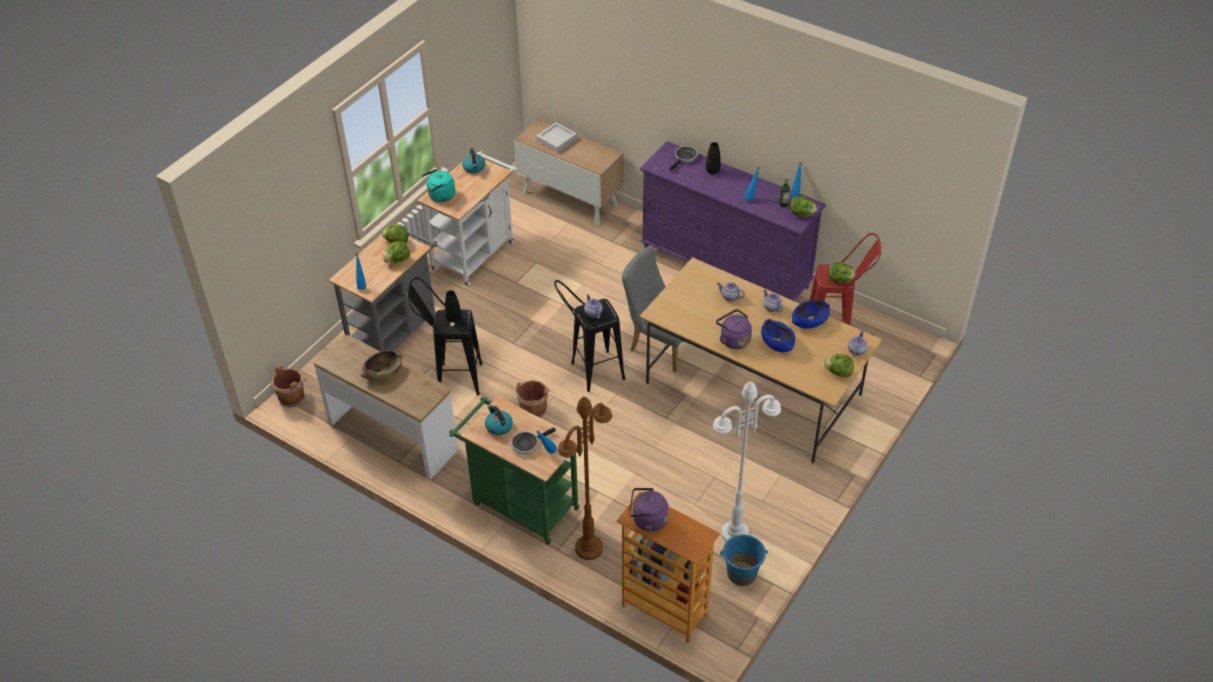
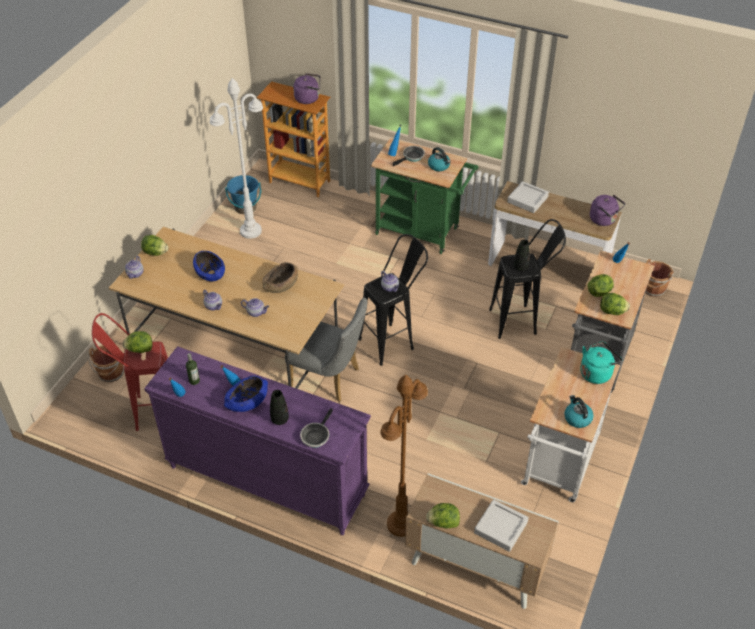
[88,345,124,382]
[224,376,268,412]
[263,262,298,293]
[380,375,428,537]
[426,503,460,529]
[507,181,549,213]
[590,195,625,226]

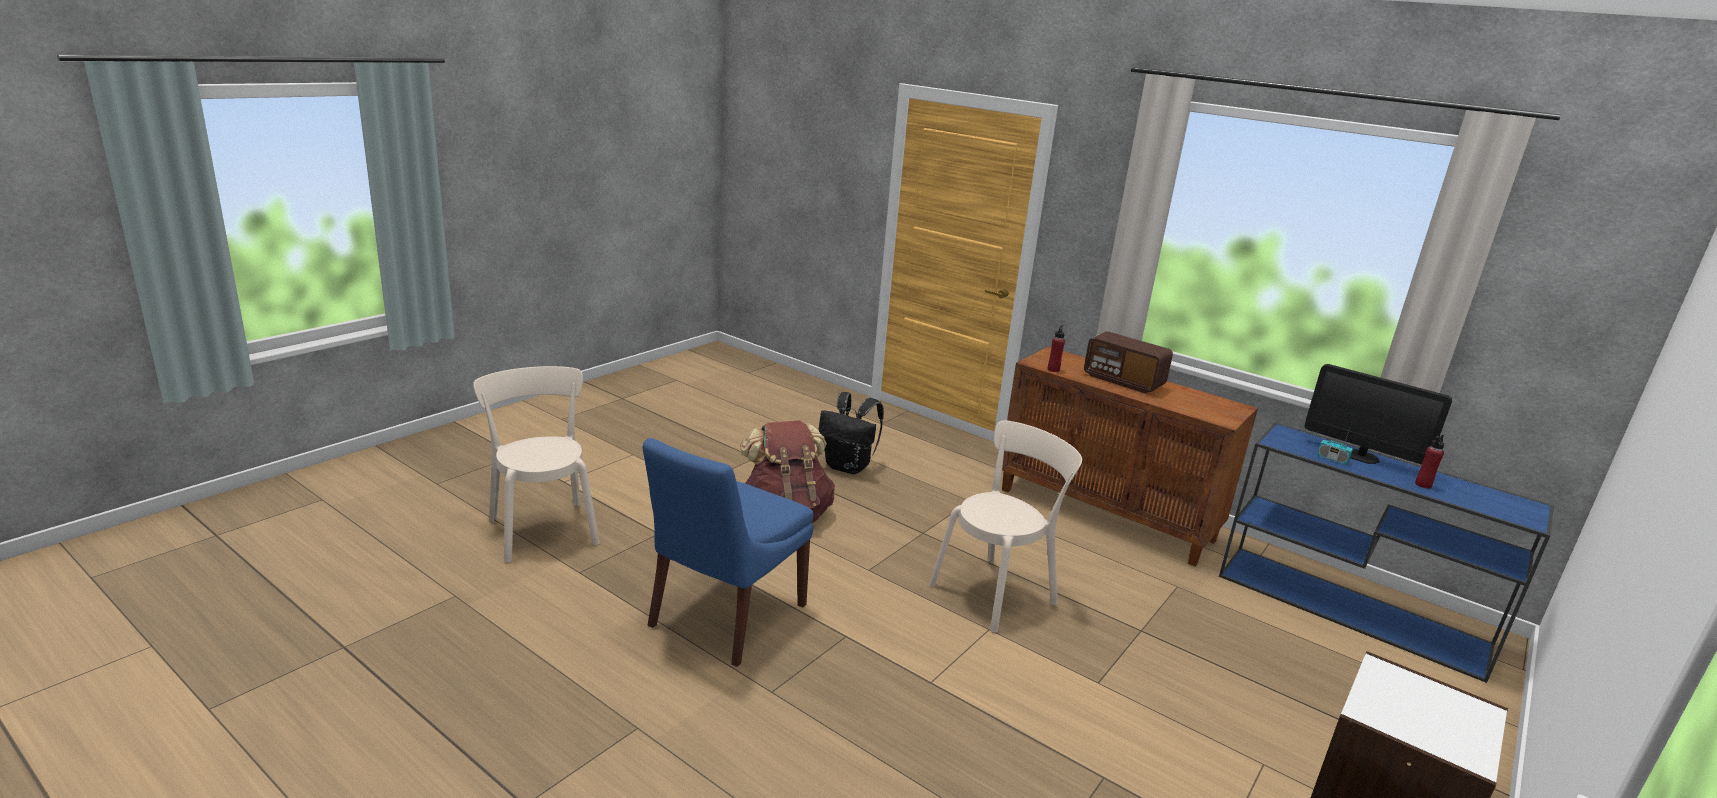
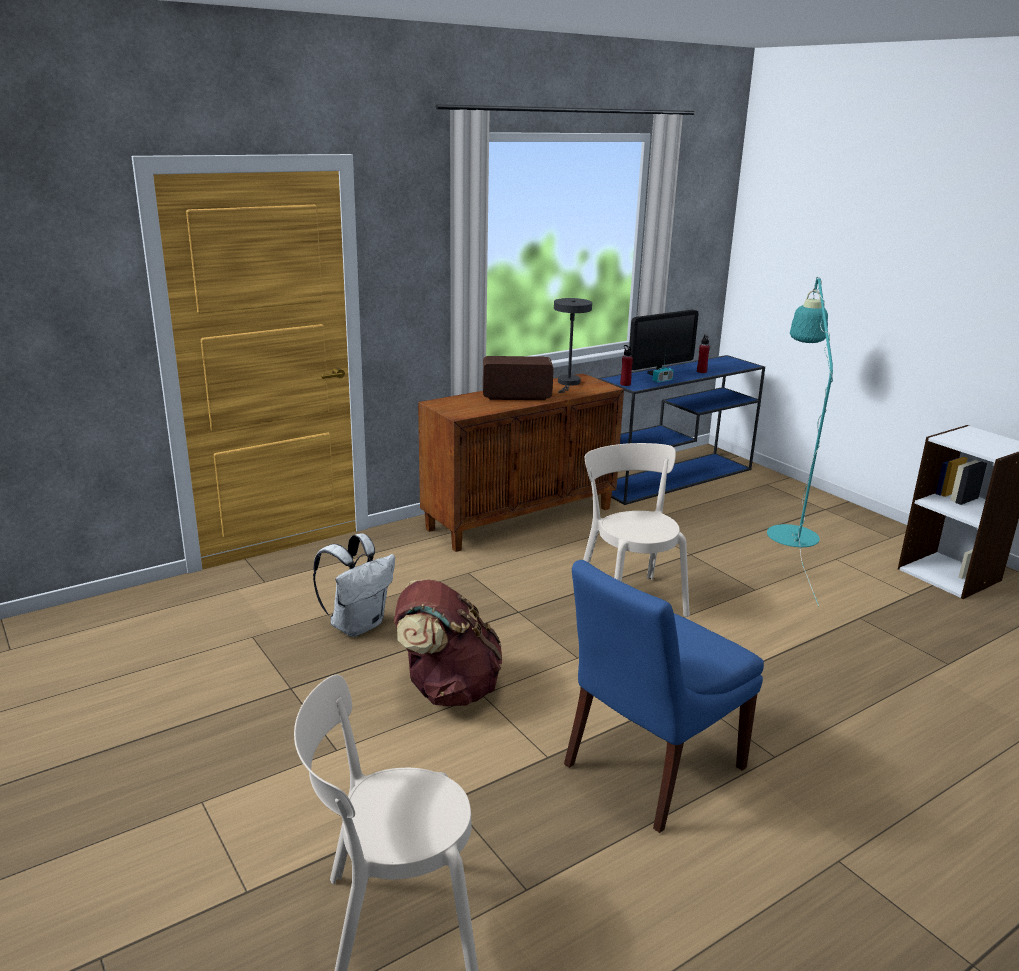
[313,533,395,637]
[483,356,554,400]
[554,298,592,393]
[564,560,764,833]
[620,345,633,386]
[767,277,833,607]

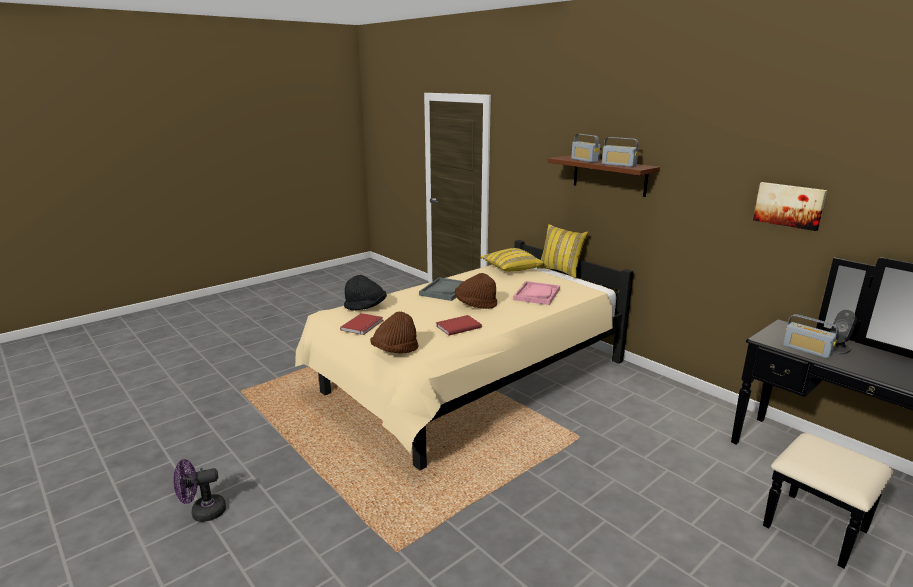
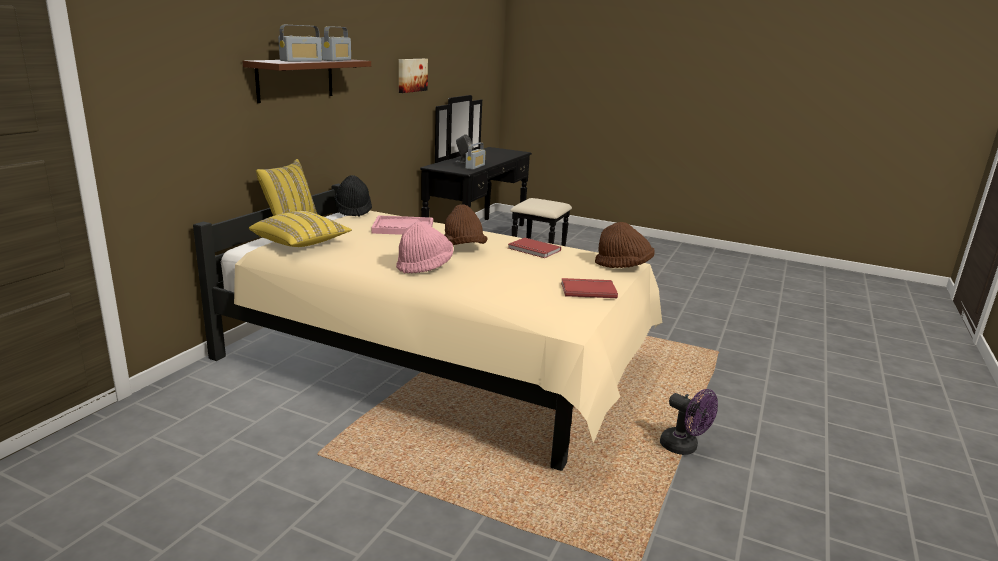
[335,175,372,217]
[396,222,453,274]
[660,389,718,455]

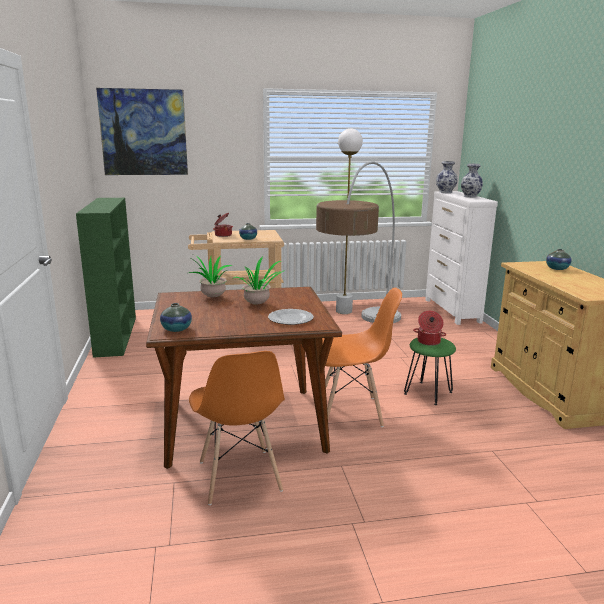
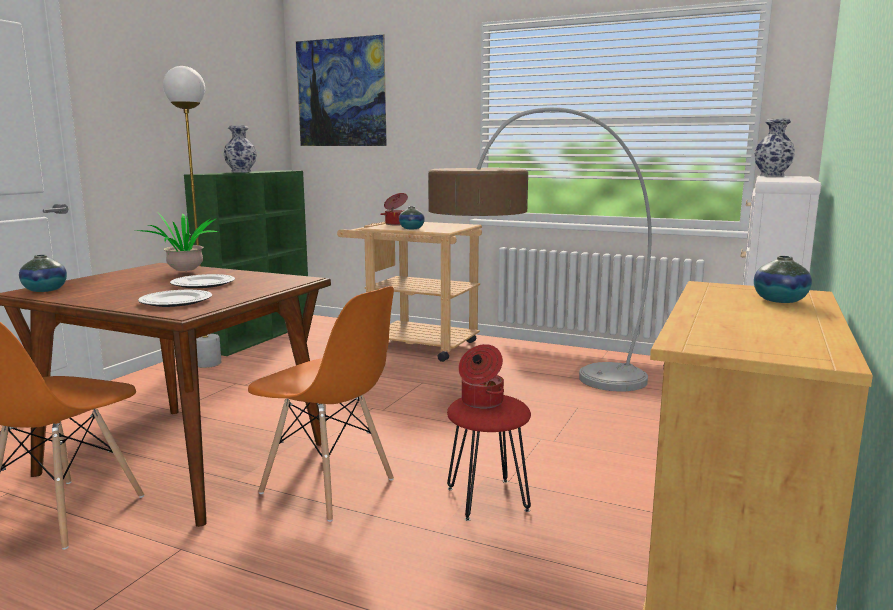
[163,66,221,368]
[170,274,235,288]
[224,125,257,173]
[447,395,531,521]

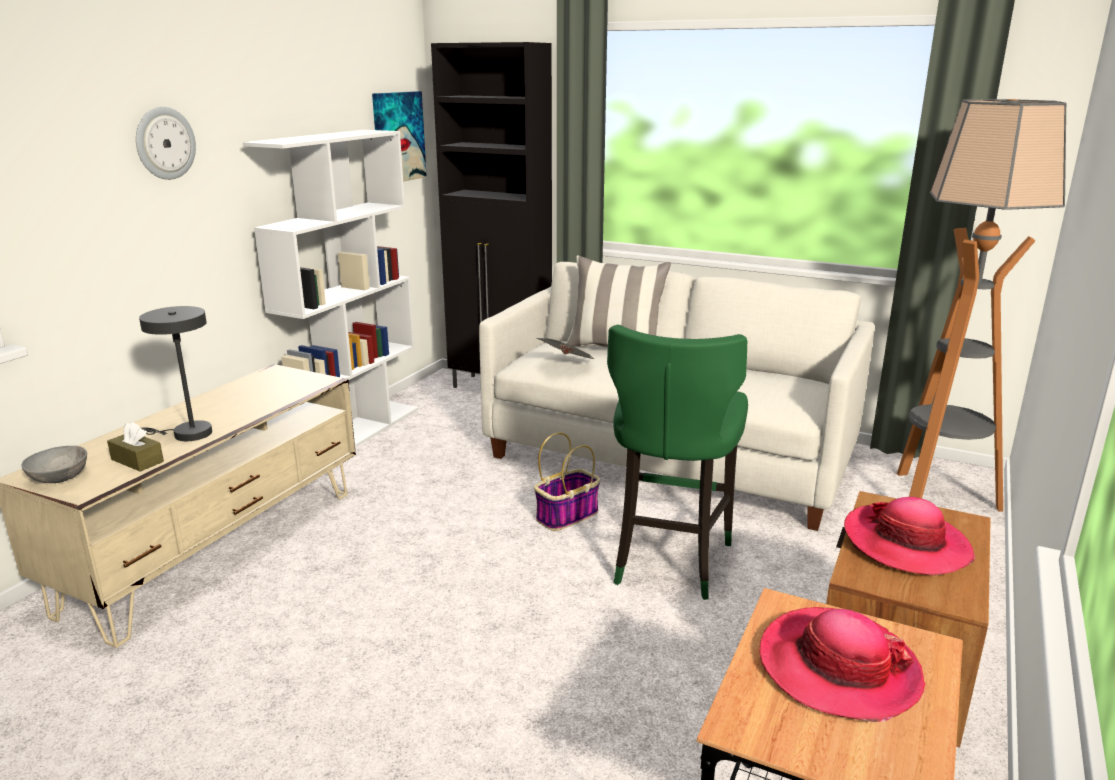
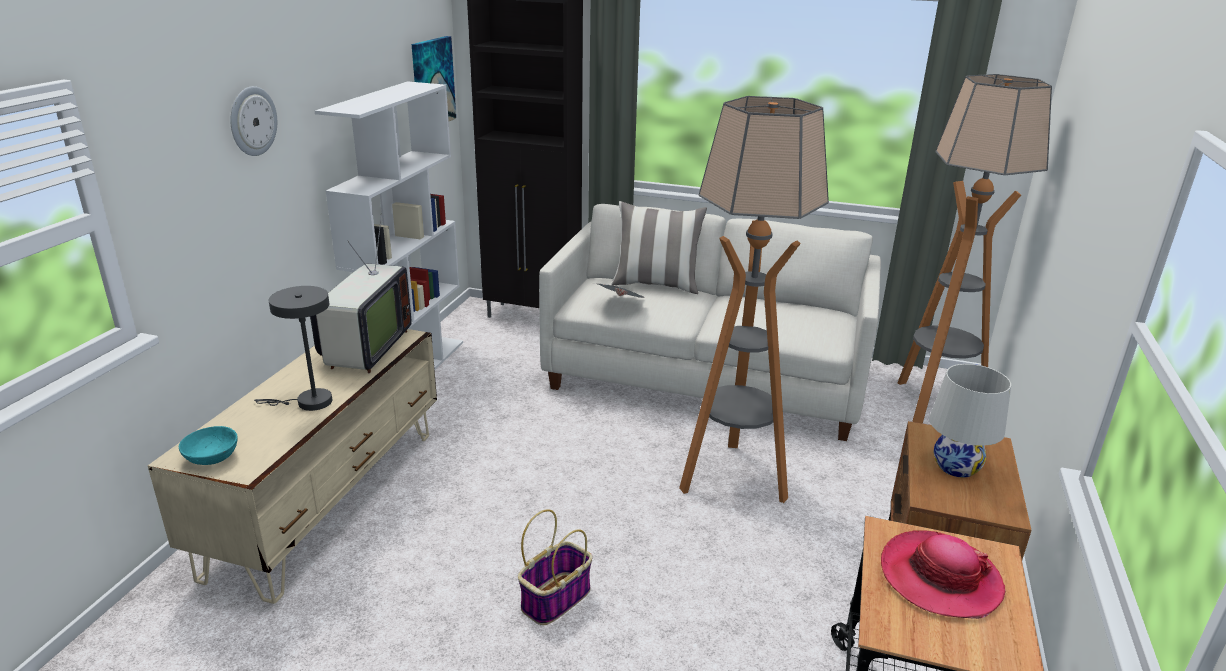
[179,426,238,465]
[310,214,412,373]
[518,509,592,625]
[679,96,829,503]
[929,364,1011,478]
[107,422,164,472] (first image)

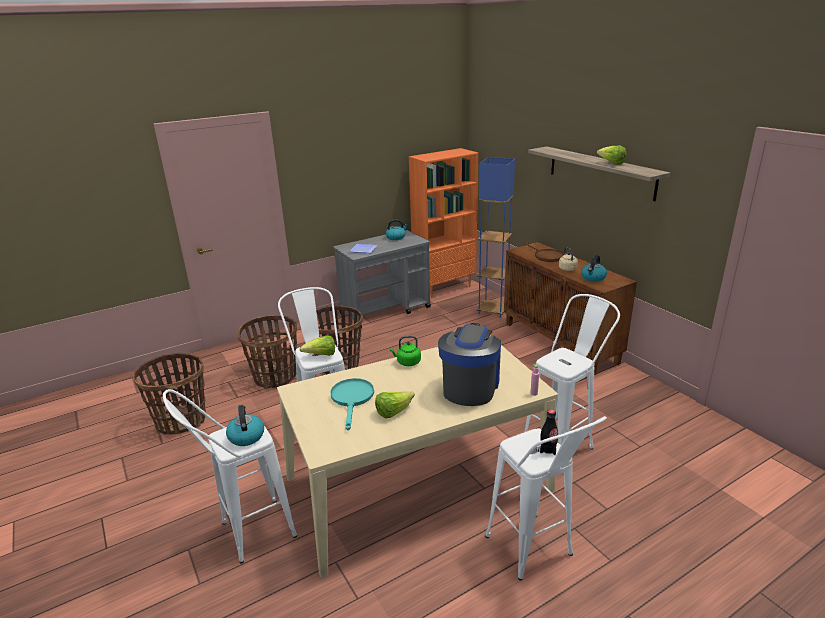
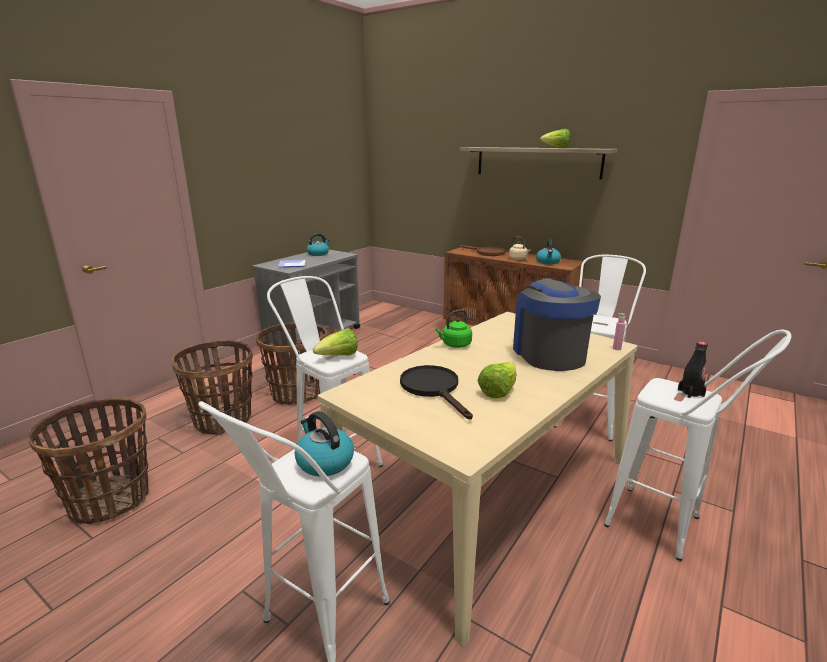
[400,365,473,419]
[409,148,478,298] (first image)
[477,157,515,318] (first image)

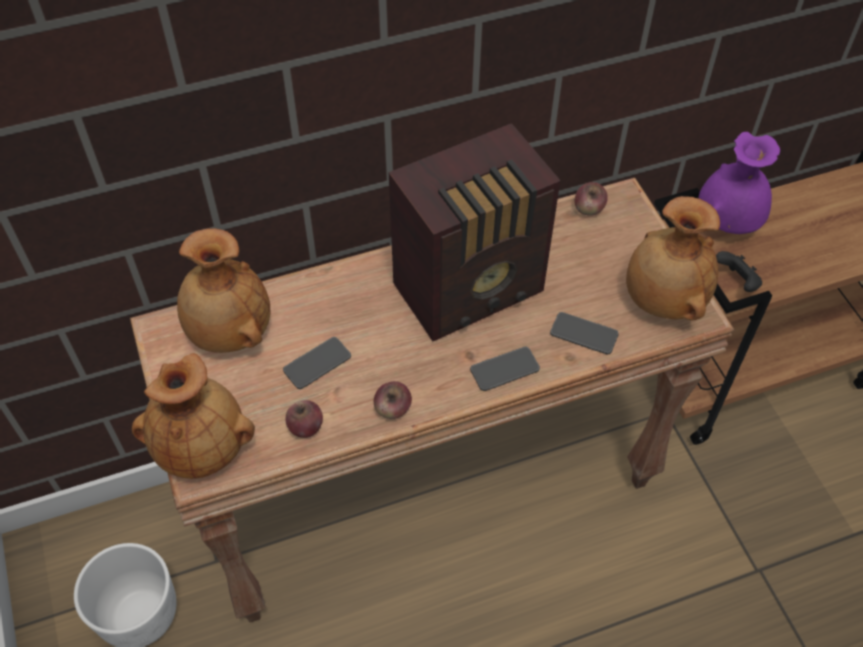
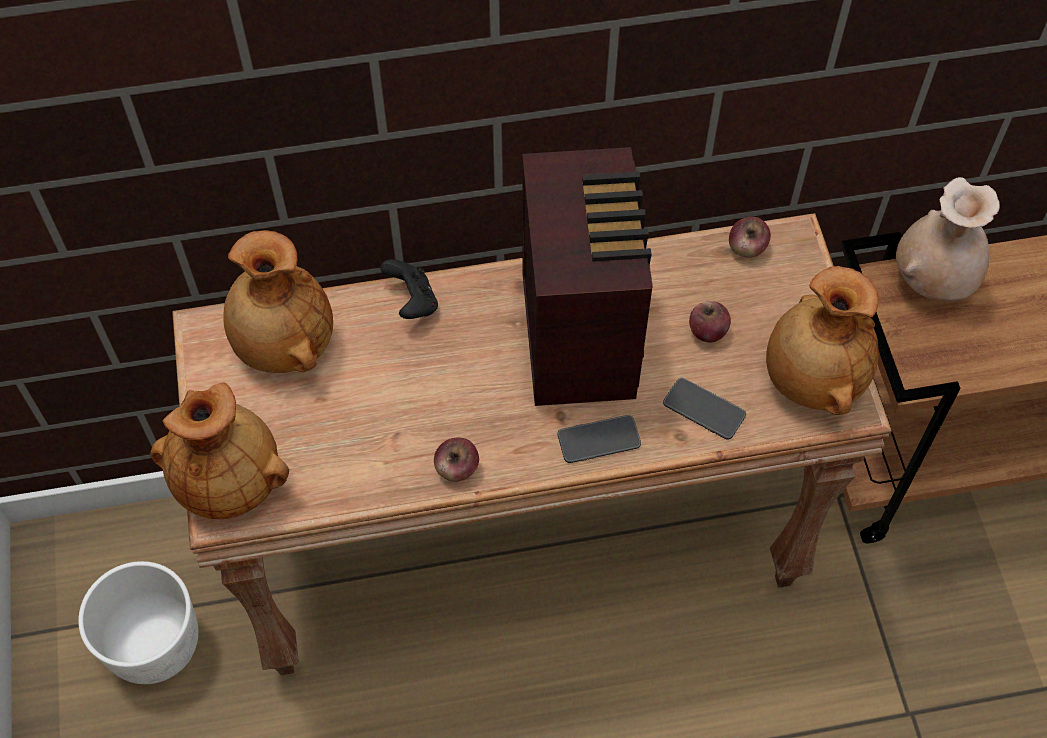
[380,259,438,319]
[522,147,653,406]
[689,301,731,342]
[896,177,1000,301]
[283,337,351,389] (first image)

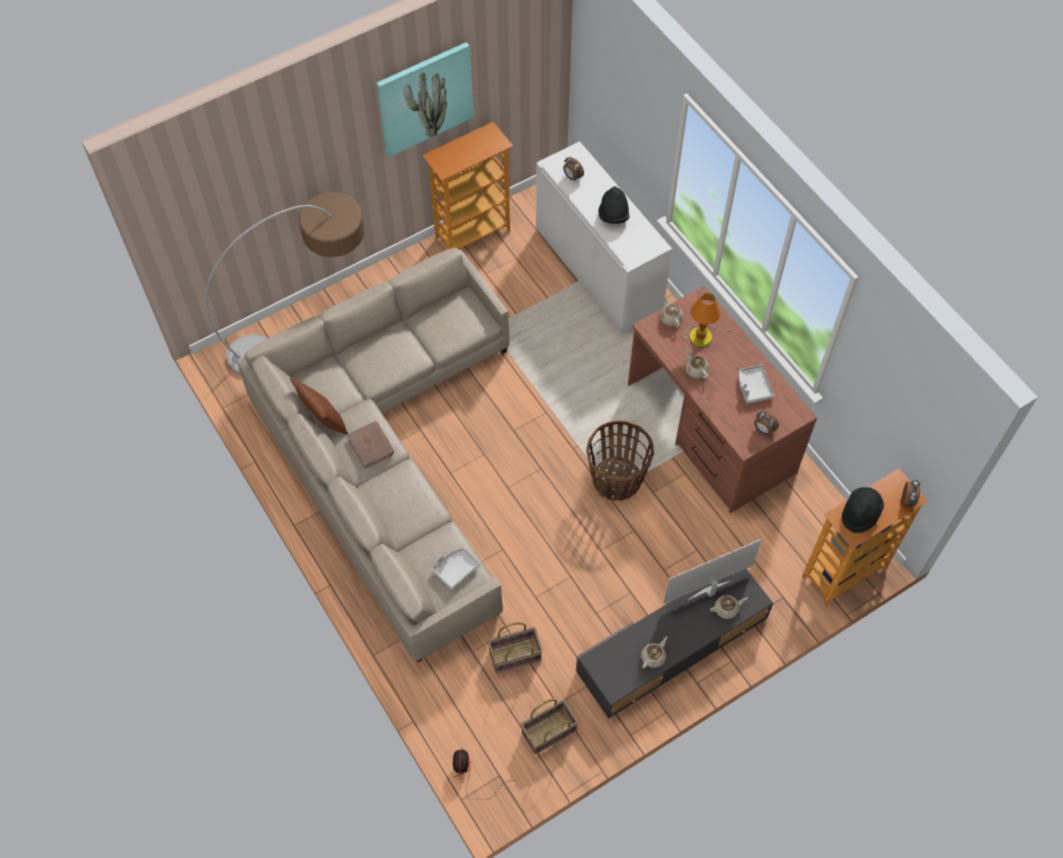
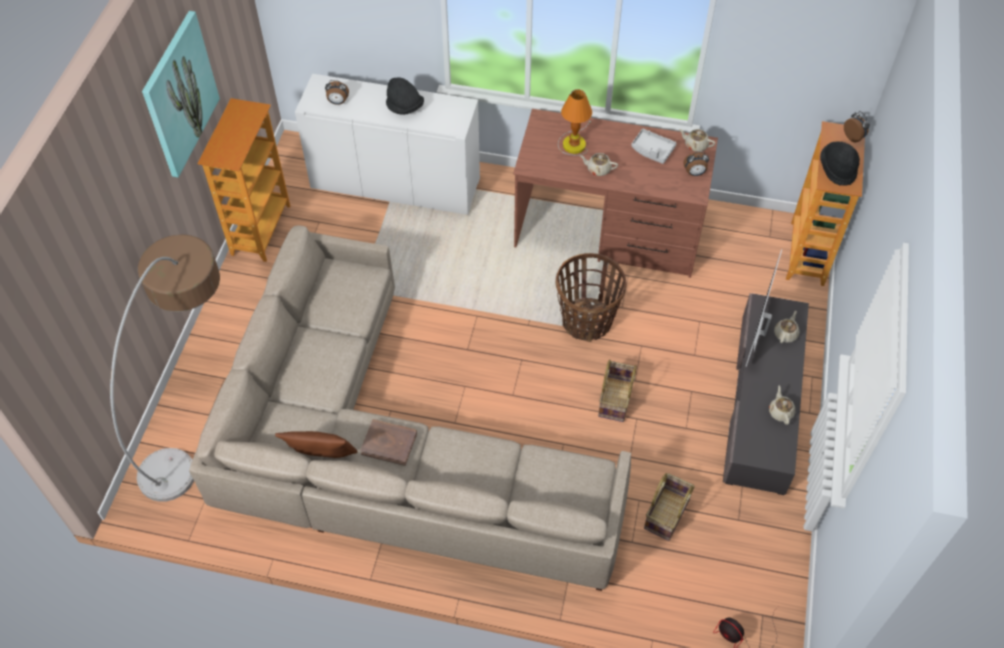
[598,359,637,422]
[679,129,715,152]
[431,548,480,590] (first image)

